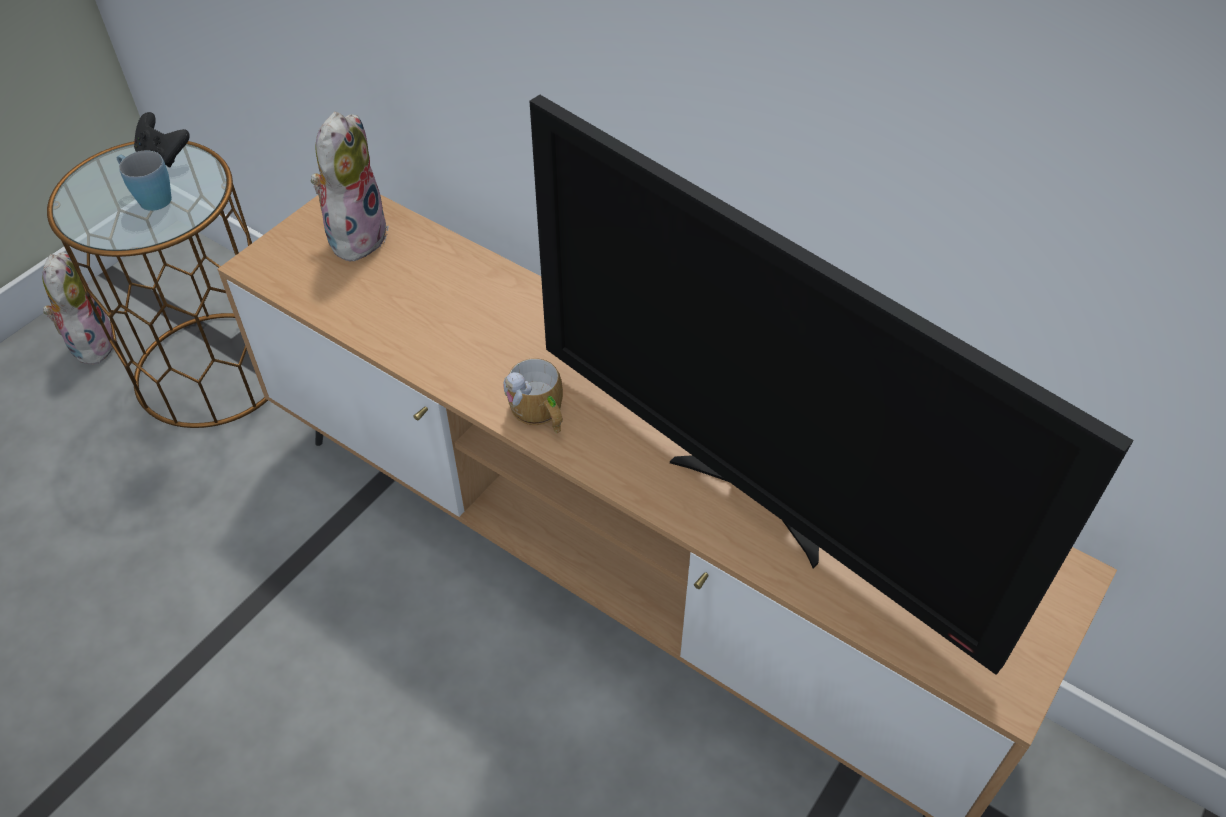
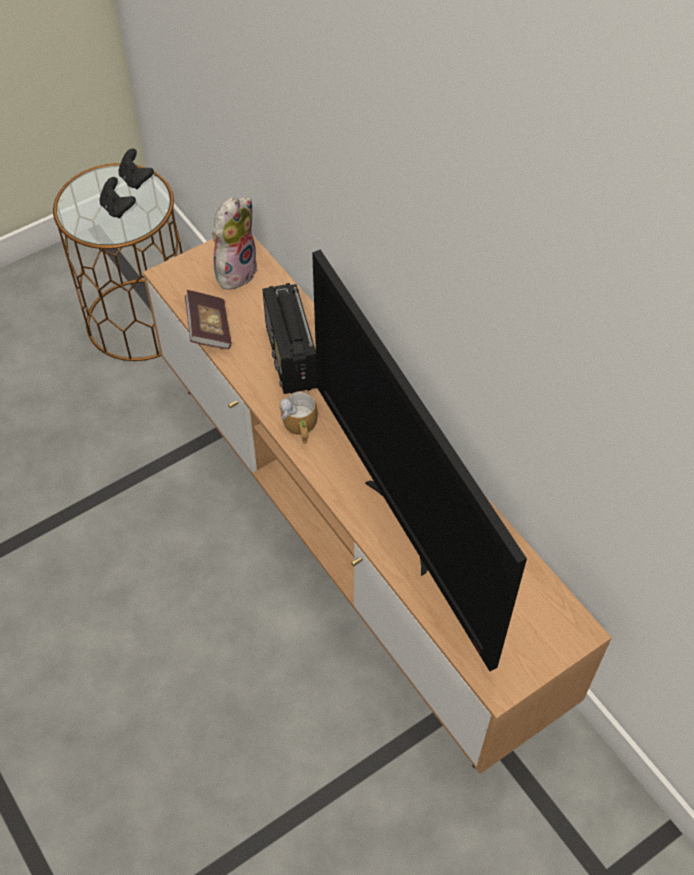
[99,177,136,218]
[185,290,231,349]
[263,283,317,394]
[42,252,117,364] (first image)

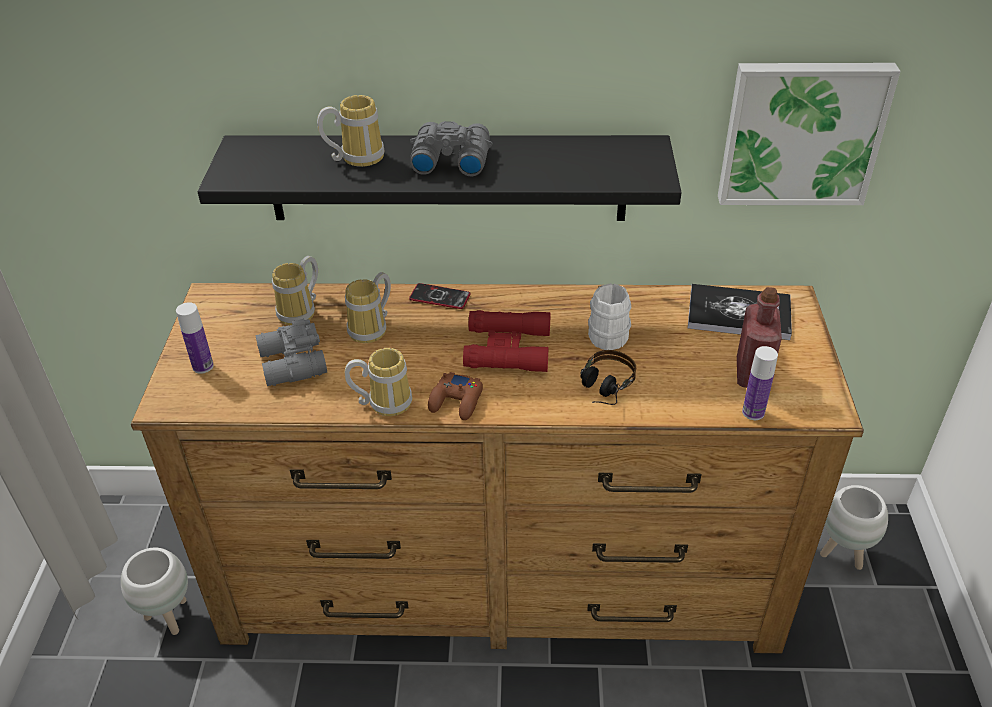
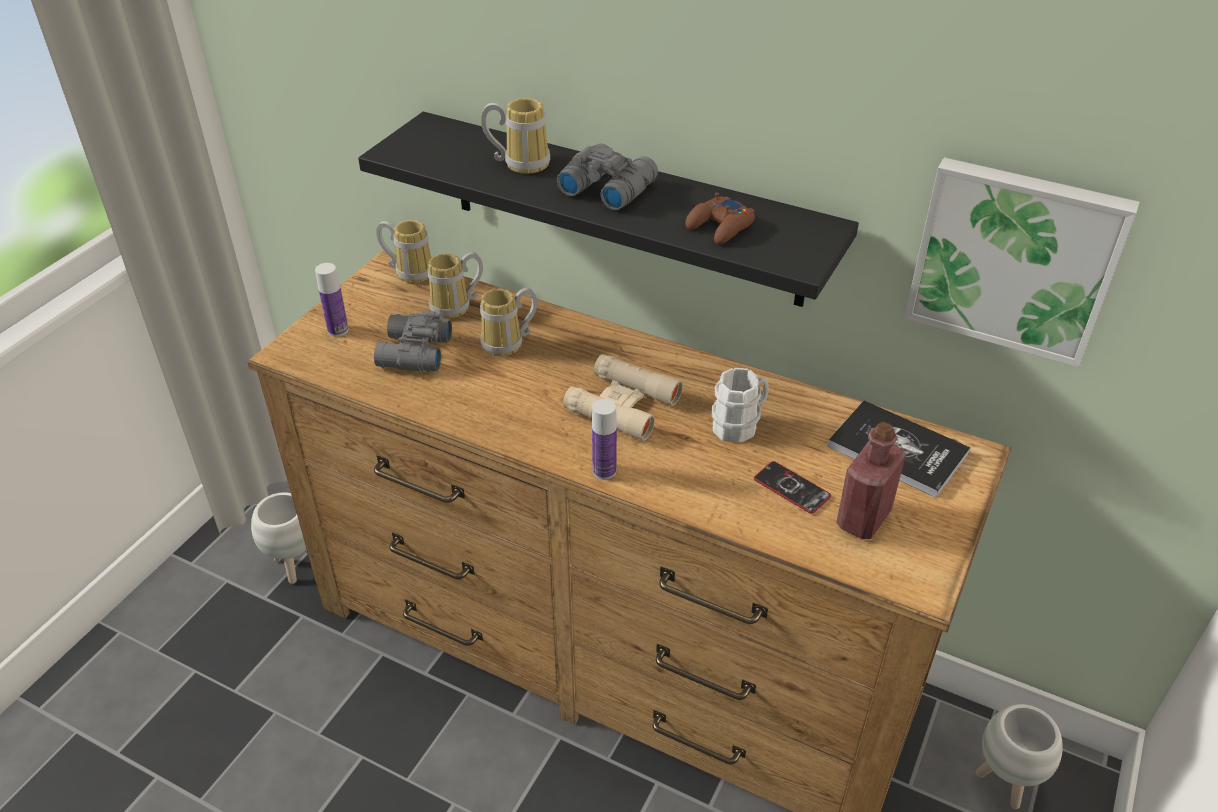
[376,220,431,283]
[563,354,683,441]
[592,399,617,479]
[685,192,755,244]
[754,461,831,514]
[581,350,636,405] (first image)

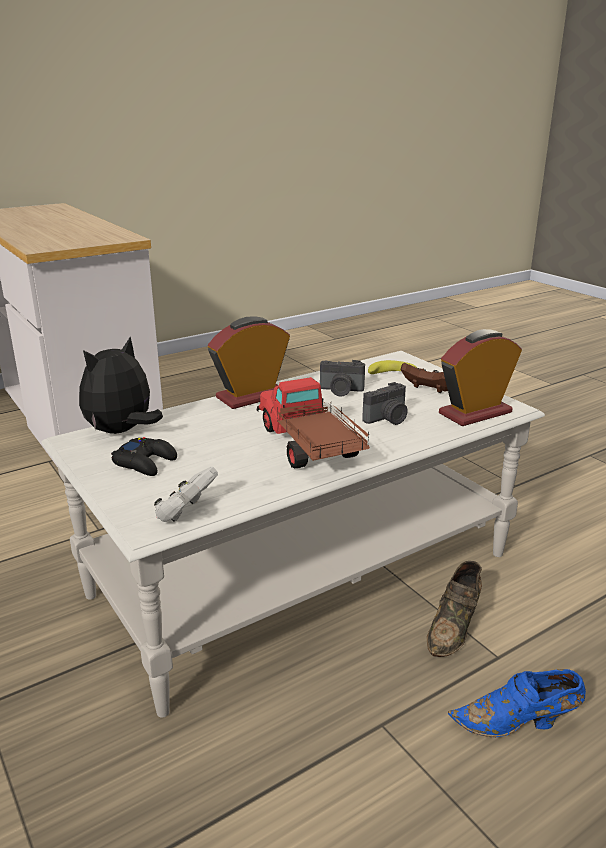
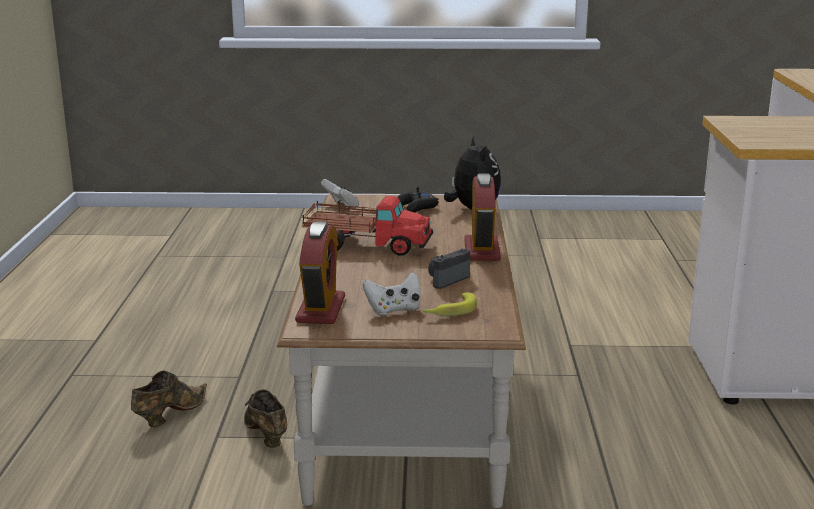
[131,370,207,427]
[277,194,526,508]
[363,272,421,316]
[362,382,408,425] (first image)

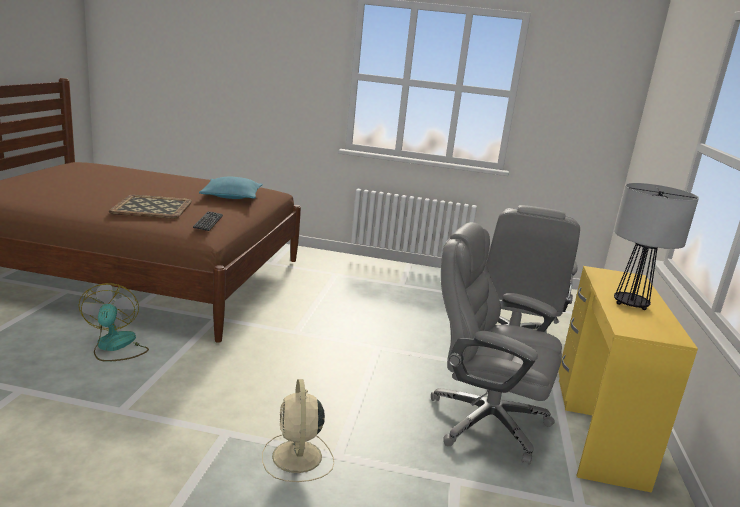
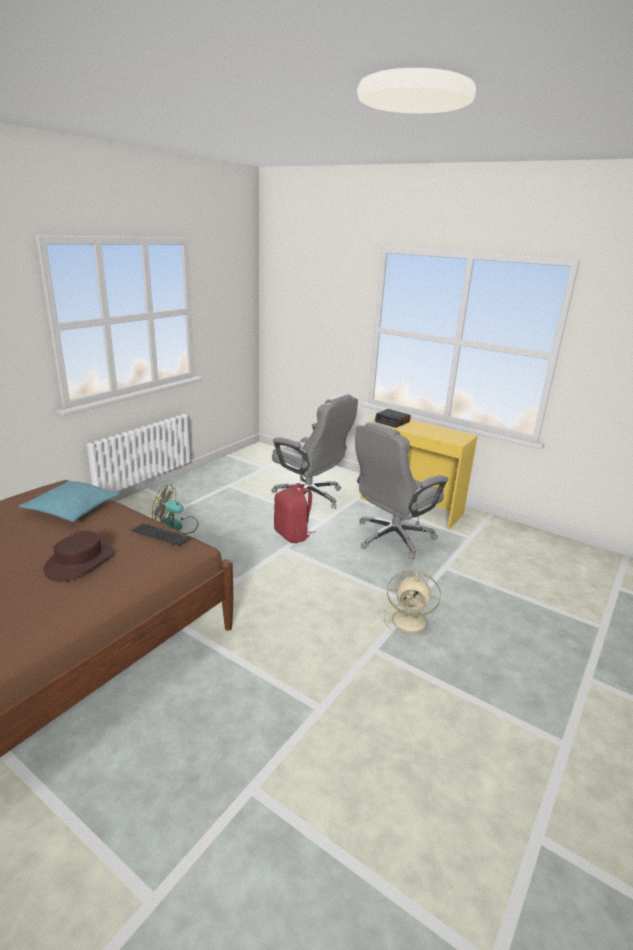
[43,530,114,582]
[152,484,198,534]
[274,483,315,543]
[375,409,411,428]
[614,183,699,310] (first image)

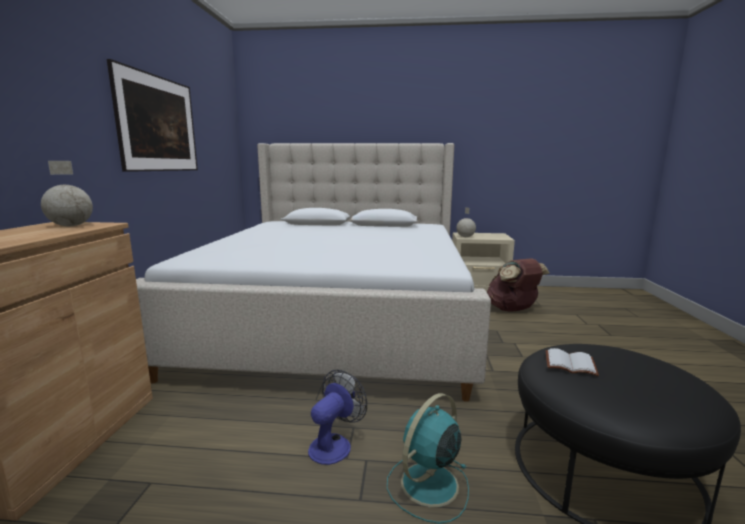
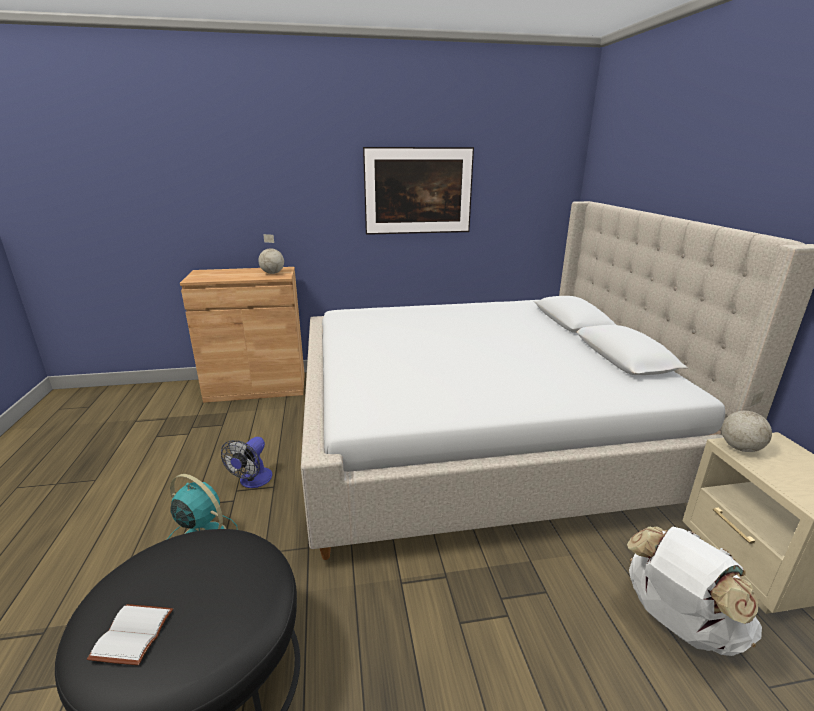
[87,604,173,665]
[221,437,272,488]
[627,526,762,656]

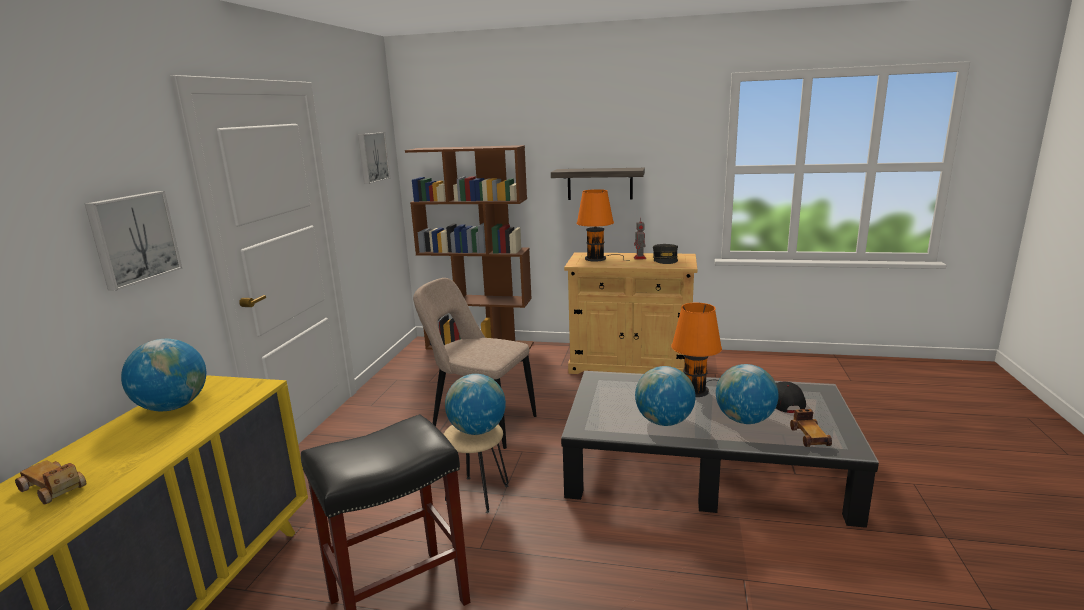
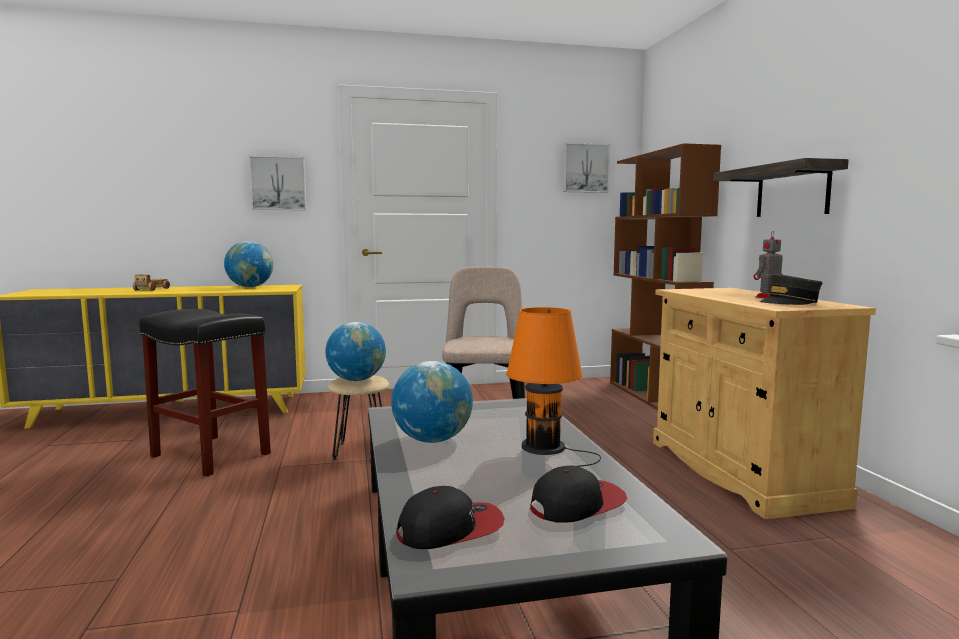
[396,486,505,549]
[576,189,630,262] (first image)
[716,364,778,424] (first image)

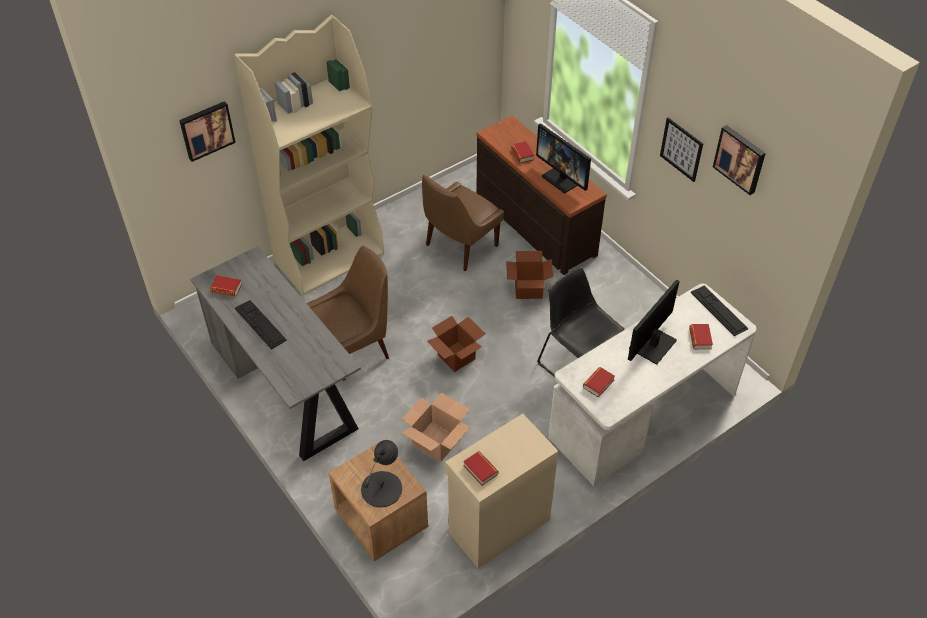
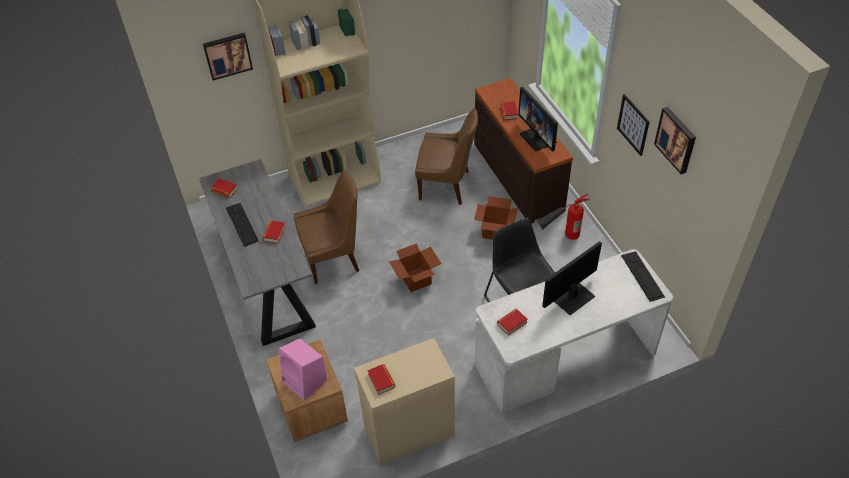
[263,221,286,243]
[279,339,327,401]
[415,108,478,205]
[537,193,589,240]
[402,393,470,462] (first image)

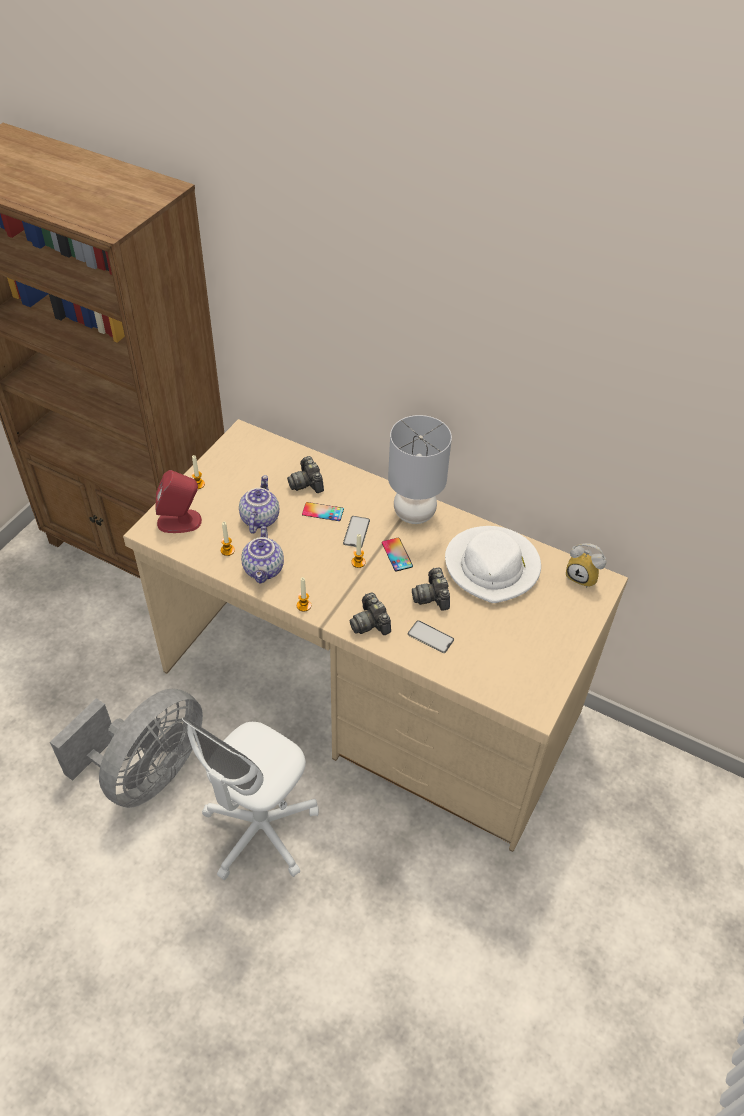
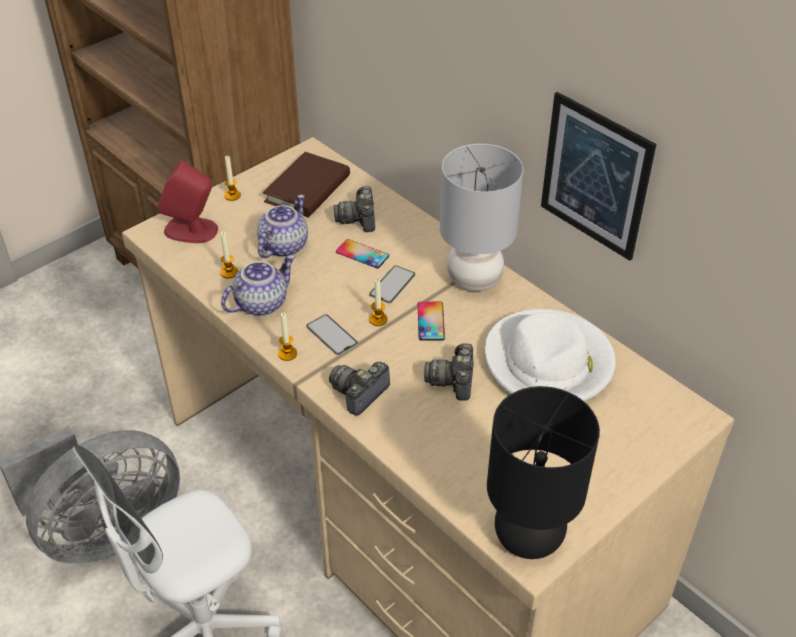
[221,255,295,316]
[263,152,350,217]
[306,314,358,355]
[329,362,390,416]
[487,386,600,559]
[541,92,656,261]
[566,543,607,588] (first image)

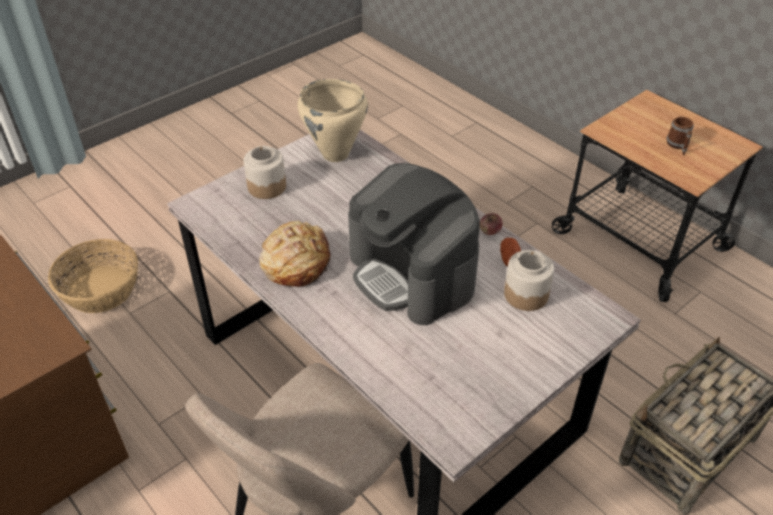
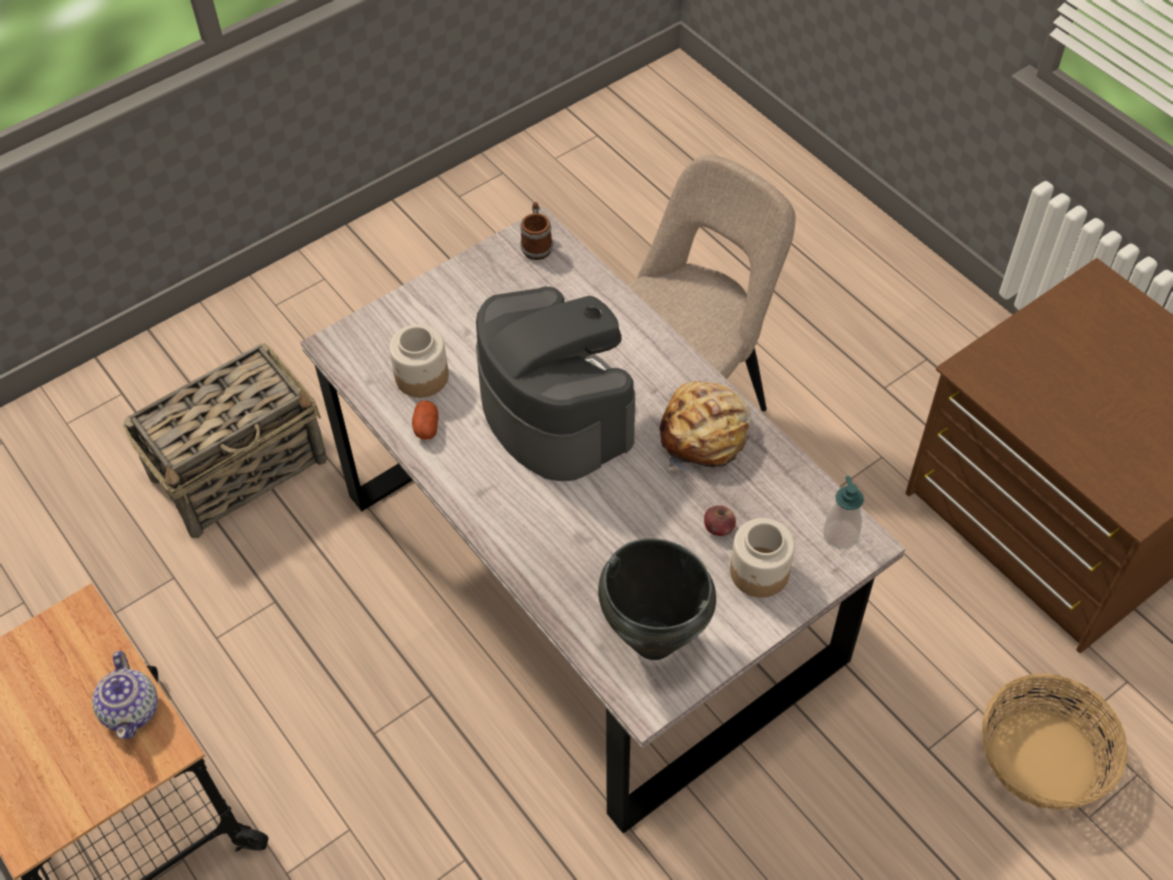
[92,651,158,739]
[520,202,553,260]
[598,538,716,660]
[704,505,736,536]
[823,476,864,549]

